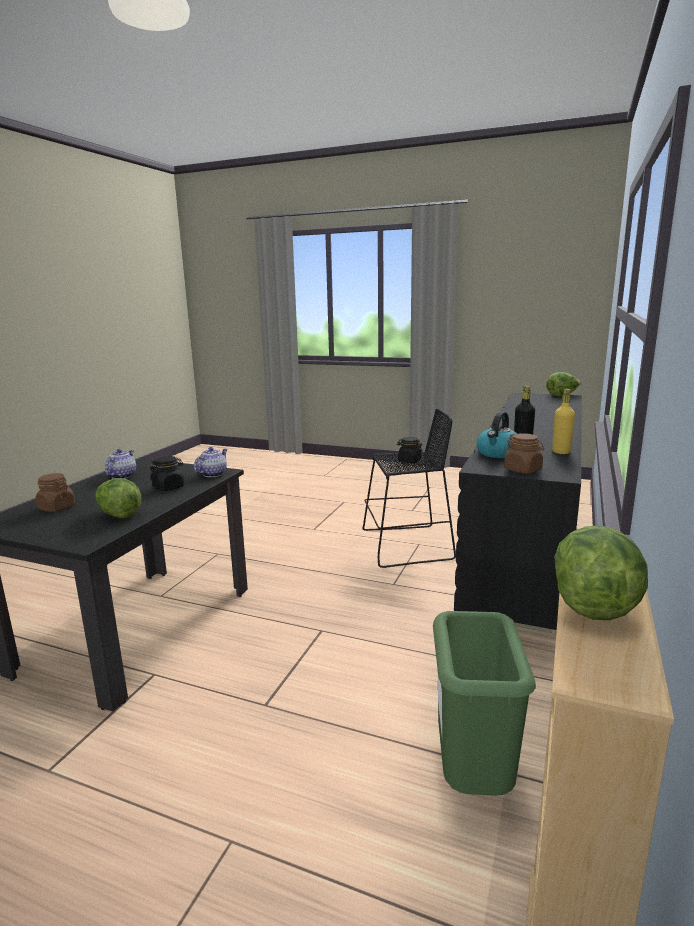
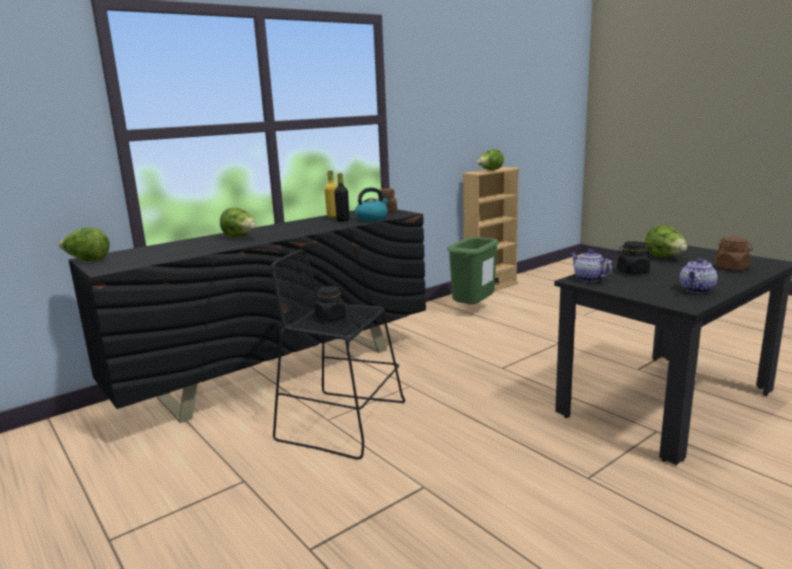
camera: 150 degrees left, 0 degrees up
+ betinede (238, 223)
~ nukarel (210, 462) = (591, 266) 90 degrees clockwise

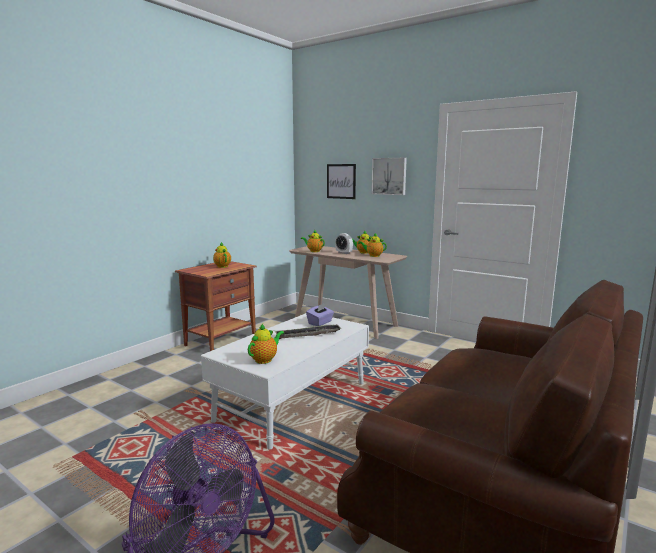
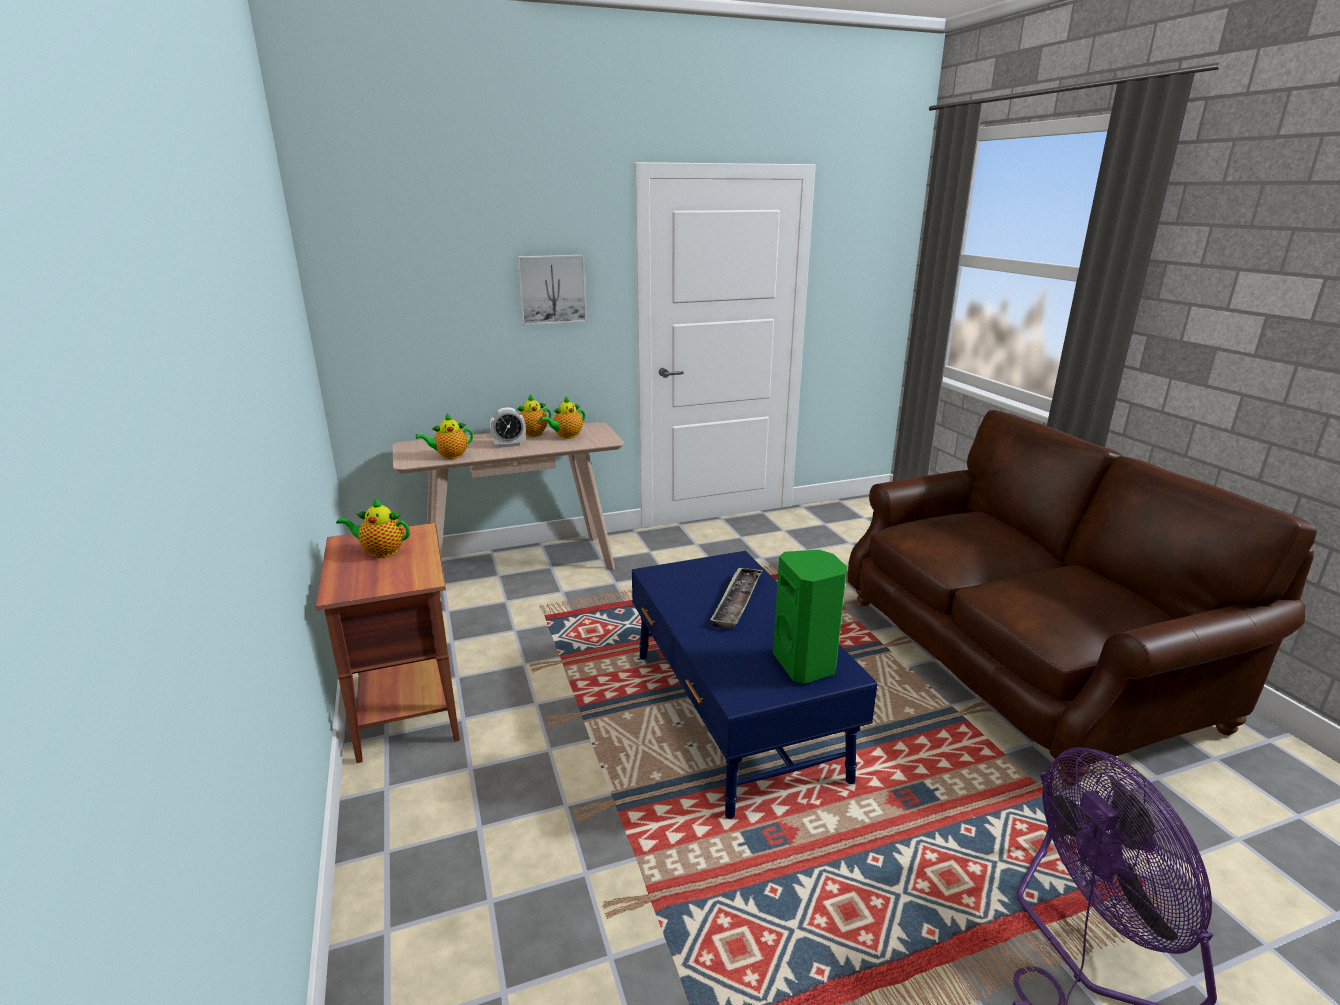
camera: 55 degrees left, 10 degrees up
- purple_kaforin (320, 314)
- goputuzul (341, 181)
~ nukarel (266, 344) to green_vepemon (810, 617)
~ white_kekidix (285, 381) to blue_kekidix (755, 685)

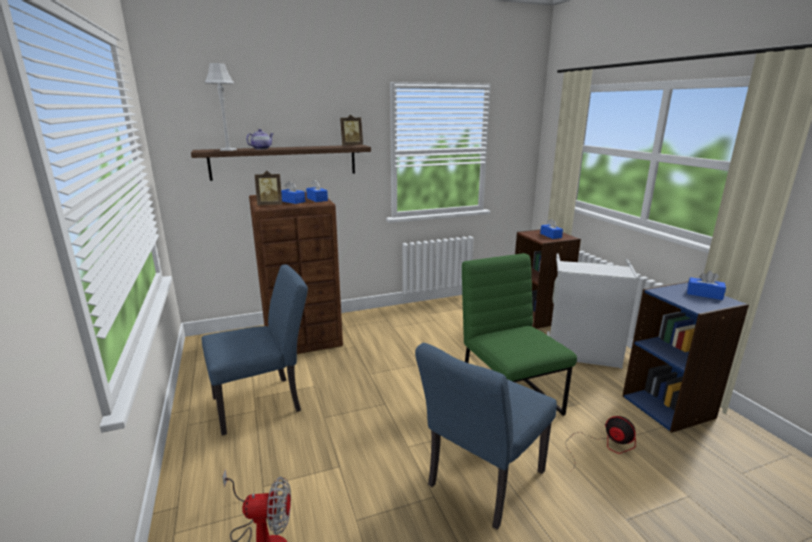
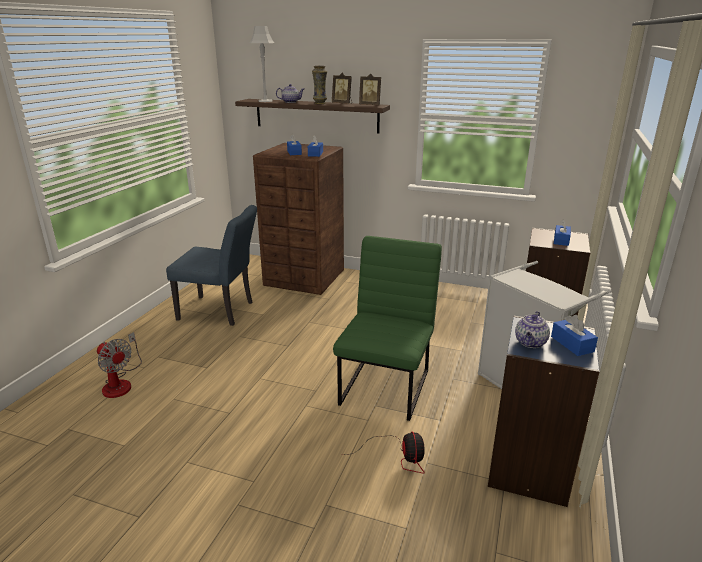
camera: 40 degrees right, 5 degrees up
- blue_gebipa (486, 436)
+ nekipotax (319, 85)
+ nukarel (532, 329)
~ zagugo (268, 188) to (342, 88)

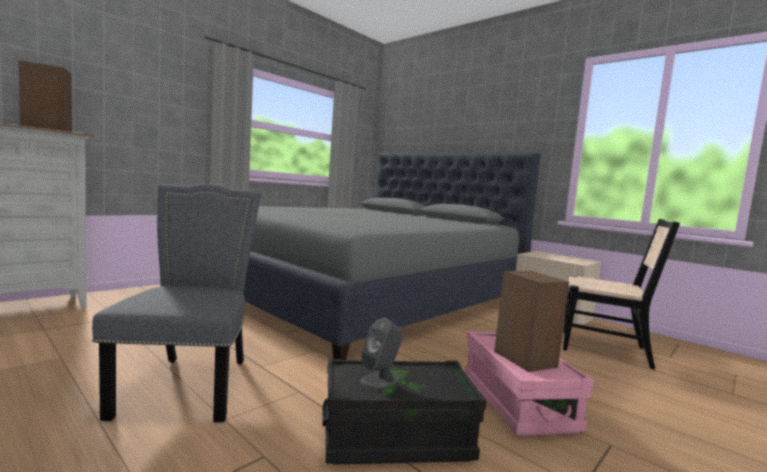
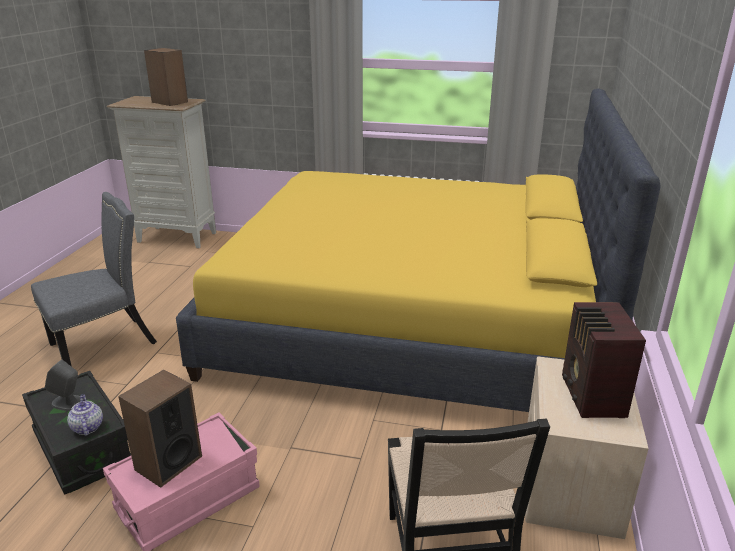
camera: 60 degrees right, 20 degrees up
+ nukarel (85, 415)
+ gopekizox (604, 360)
~ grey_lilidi (392, 256) to yellow_lilidi (418, 250)

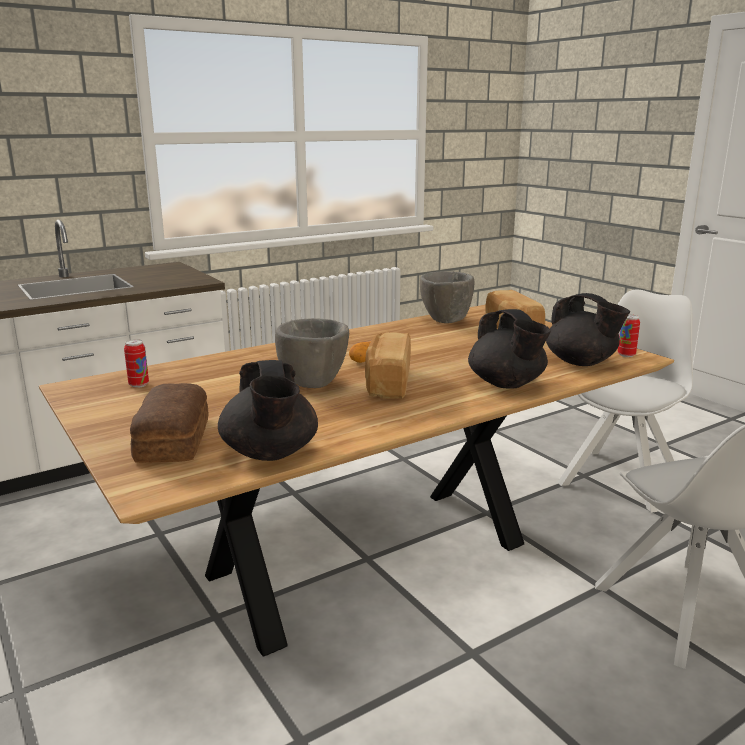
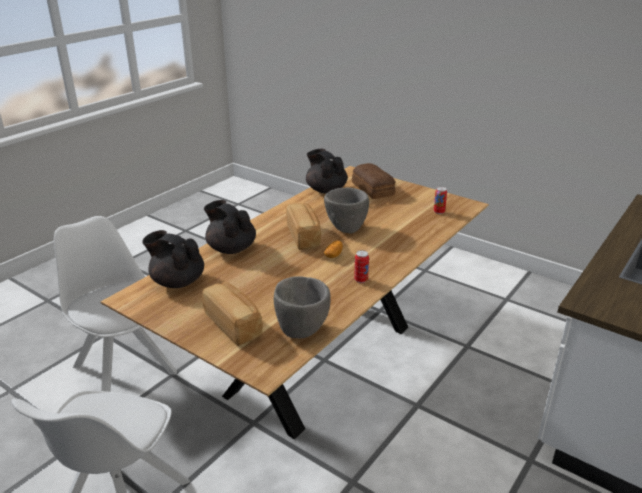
camera: 160 degrees right, 10 degrees up
~ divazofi (629, 335) to (361, 266)

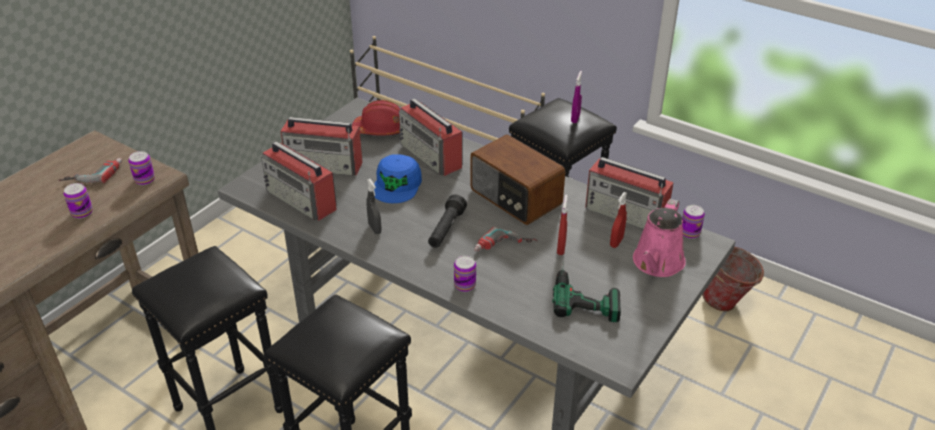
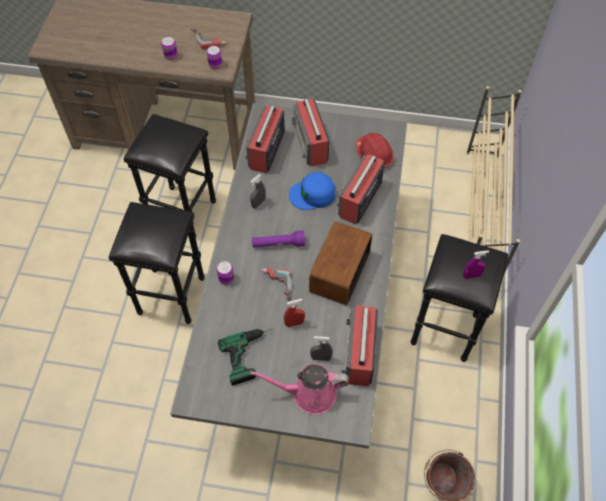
camera: 65 degrees right, 20 degrees up
- divazofi (693, 222)
~ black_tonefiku (447, 221) to purple_tonefiku (278, 238)
~ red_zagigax (618, 220) to grey_zagigax (321, 348)

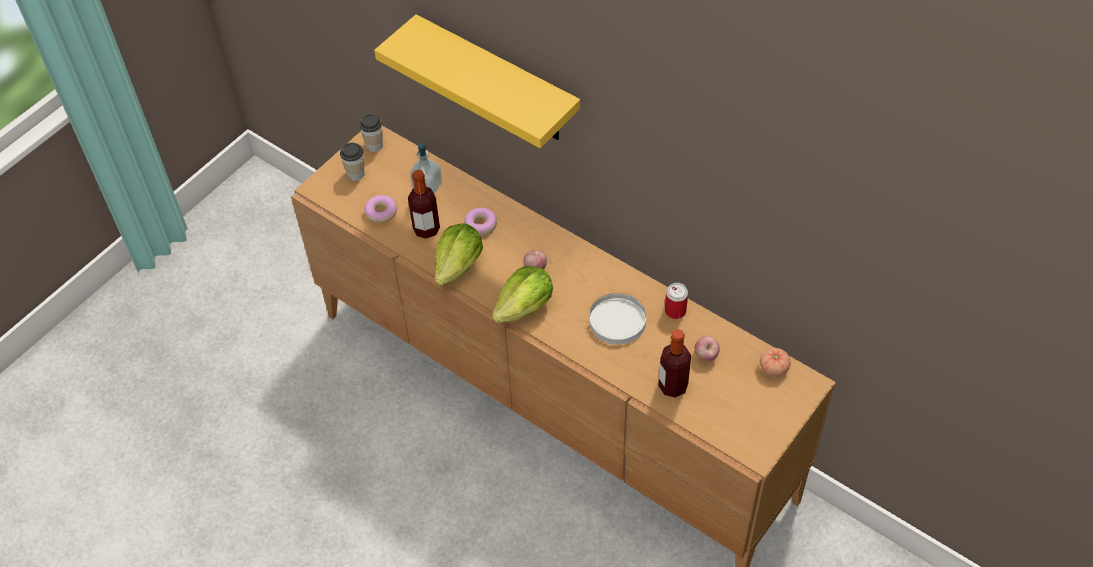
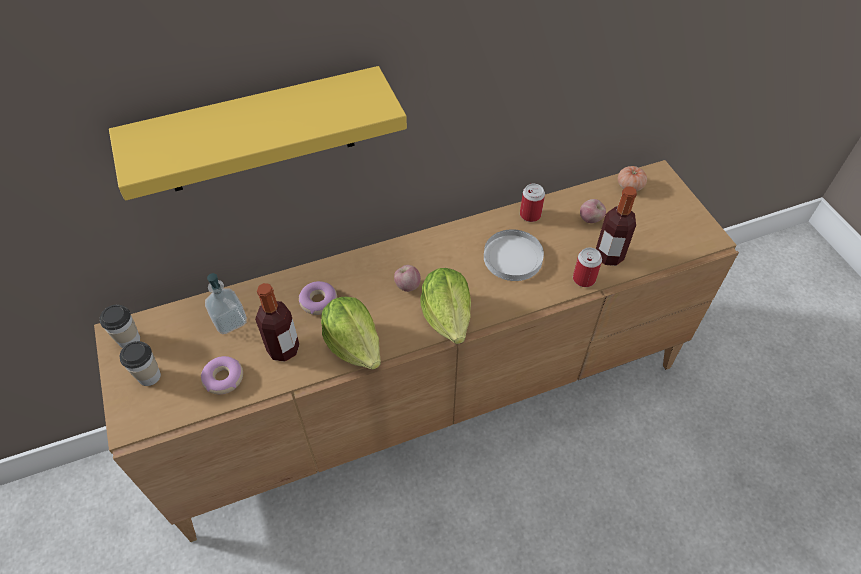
camera: 60 degrees left, 0 degrees up
+ divazofi (587, 267)

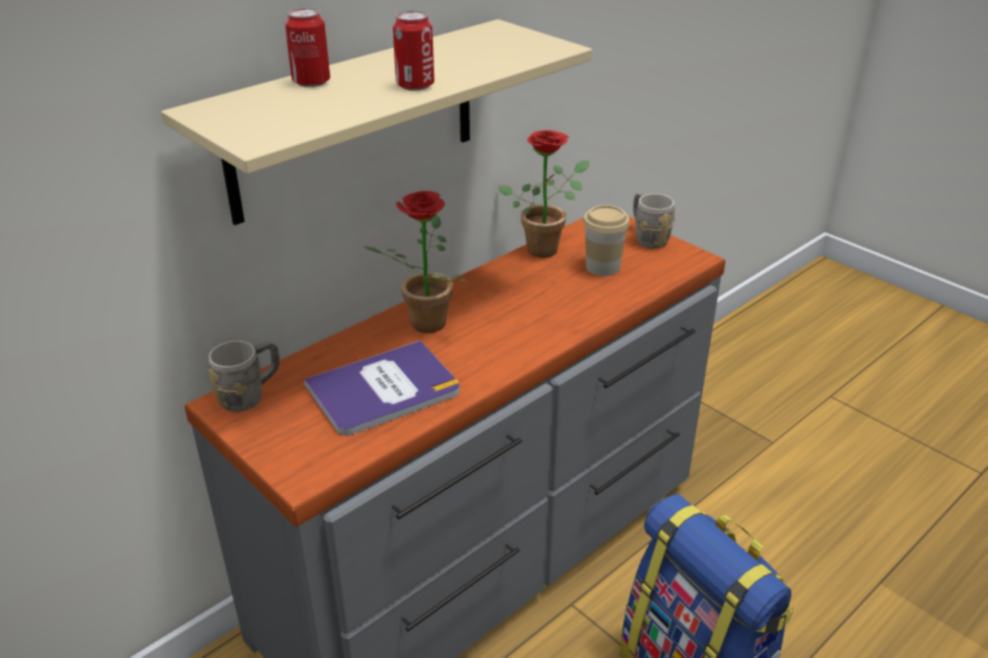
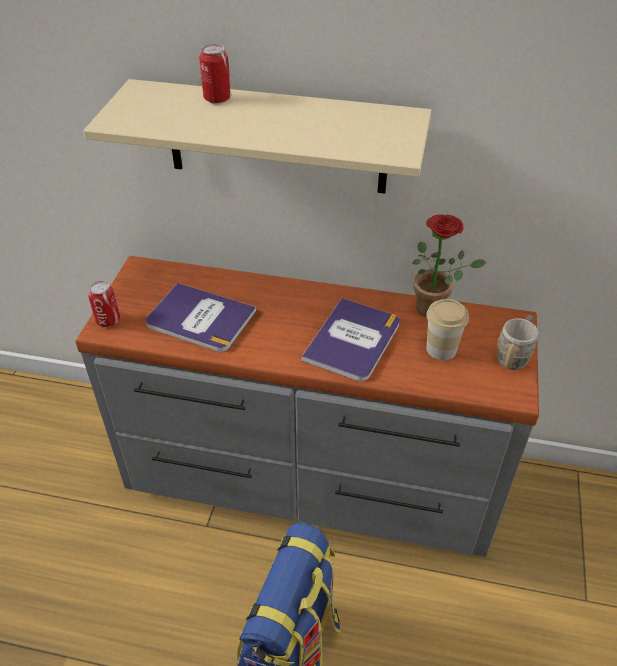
camera: 55 degrees right, 10 degrees up
- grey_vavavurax (244, 376)
- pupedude (415, 262)
+ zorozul (350, 340)
~ divazofi (413, 51) to (104, 304)

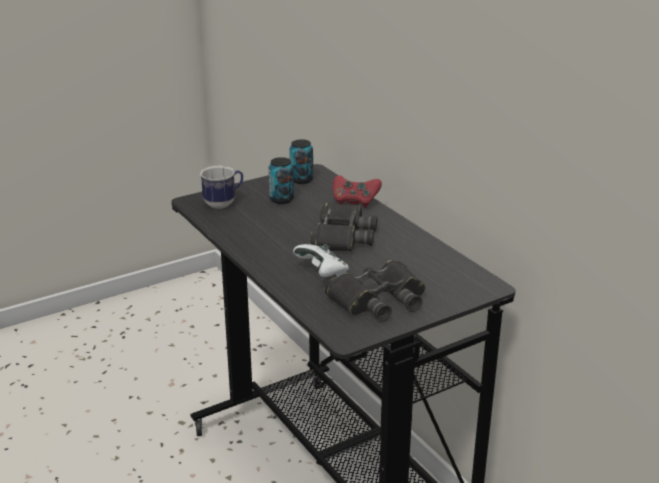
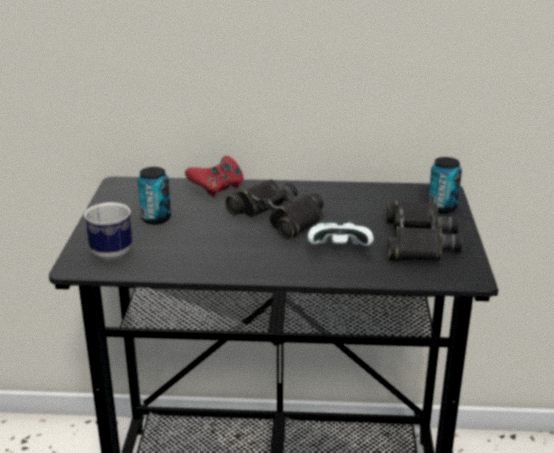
camera: 55 degrees left, 0 degrees up
~ divazofi (301, 161) to (445, 185)

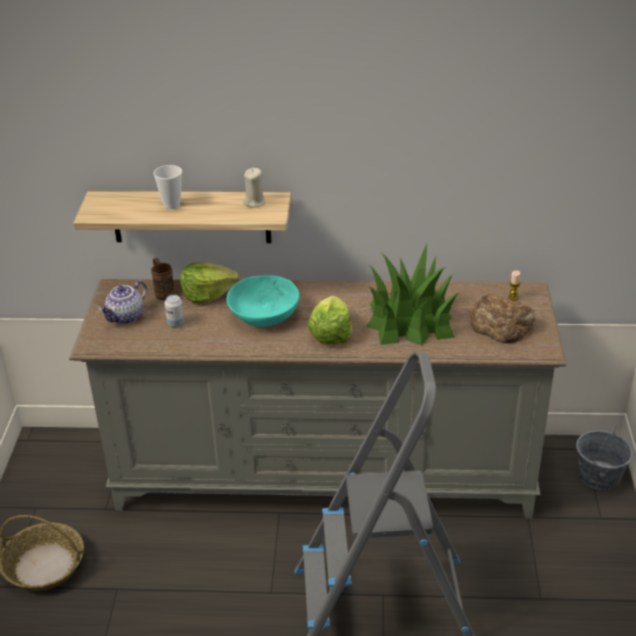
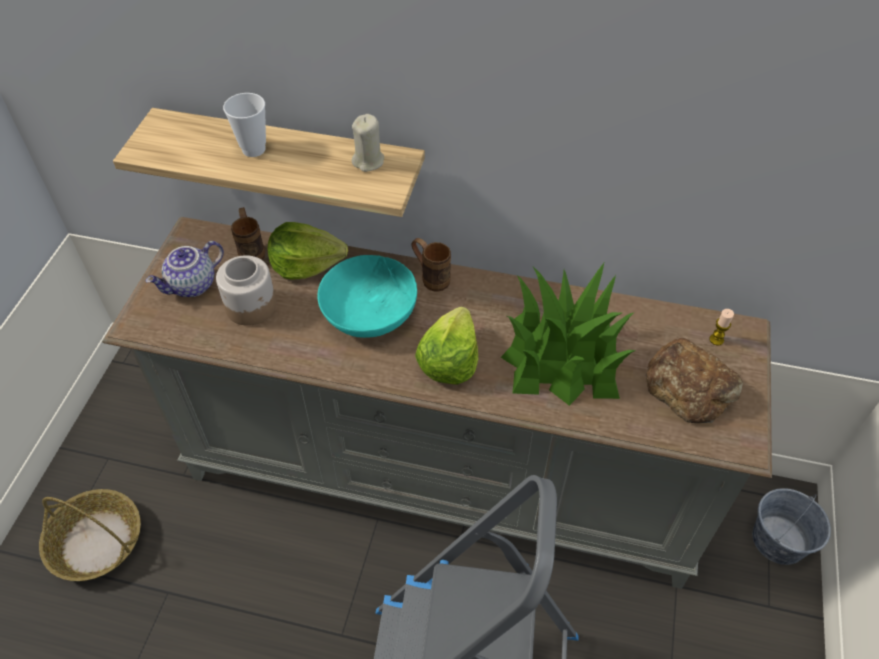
camera: 10 degrees right, 15 degrees up
+ brown_vavavurax (431, 265)
~ divazofi (174, 311) to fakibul (246, 290)

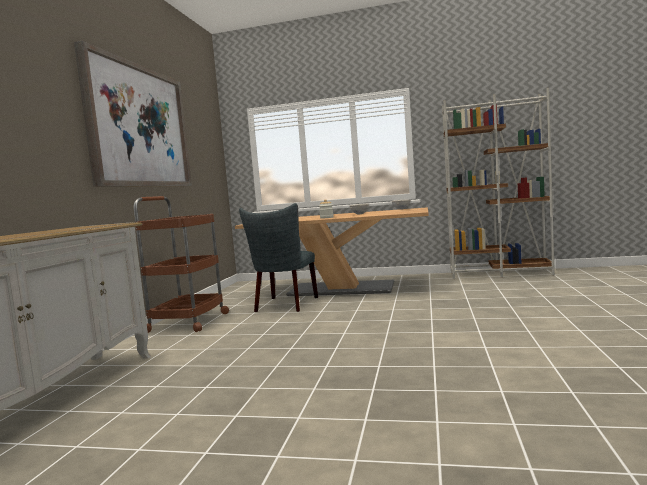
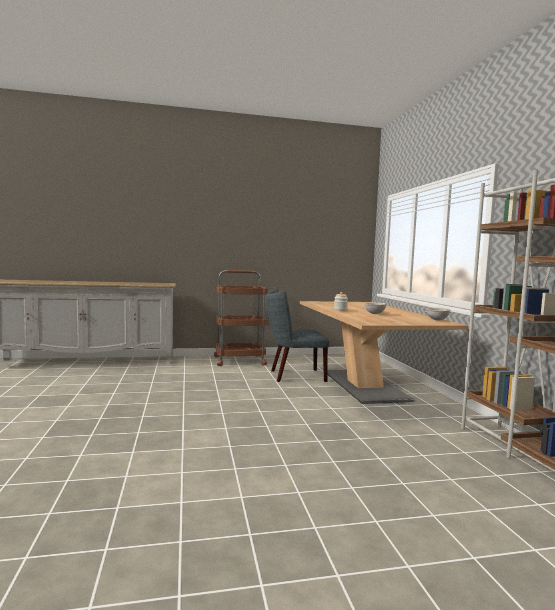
camera: 65 degrees right, 0 degrees up
- goputuzul (133, 114)

